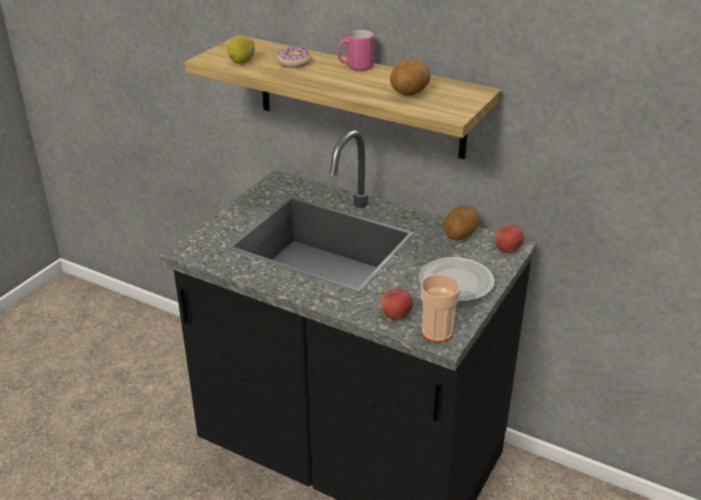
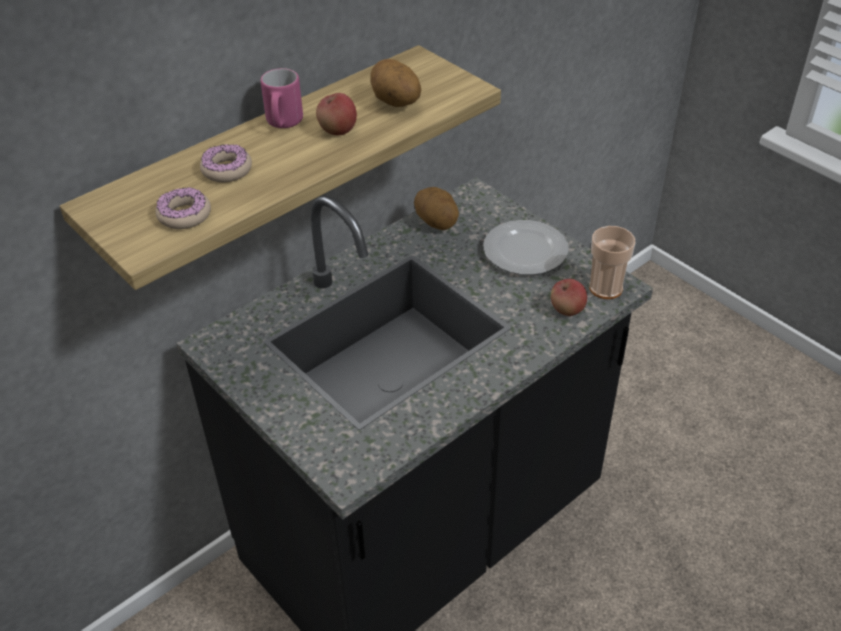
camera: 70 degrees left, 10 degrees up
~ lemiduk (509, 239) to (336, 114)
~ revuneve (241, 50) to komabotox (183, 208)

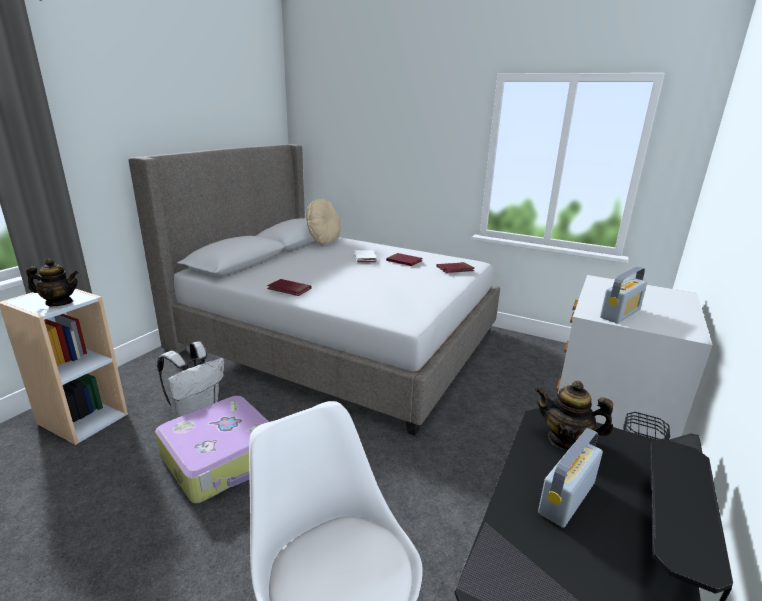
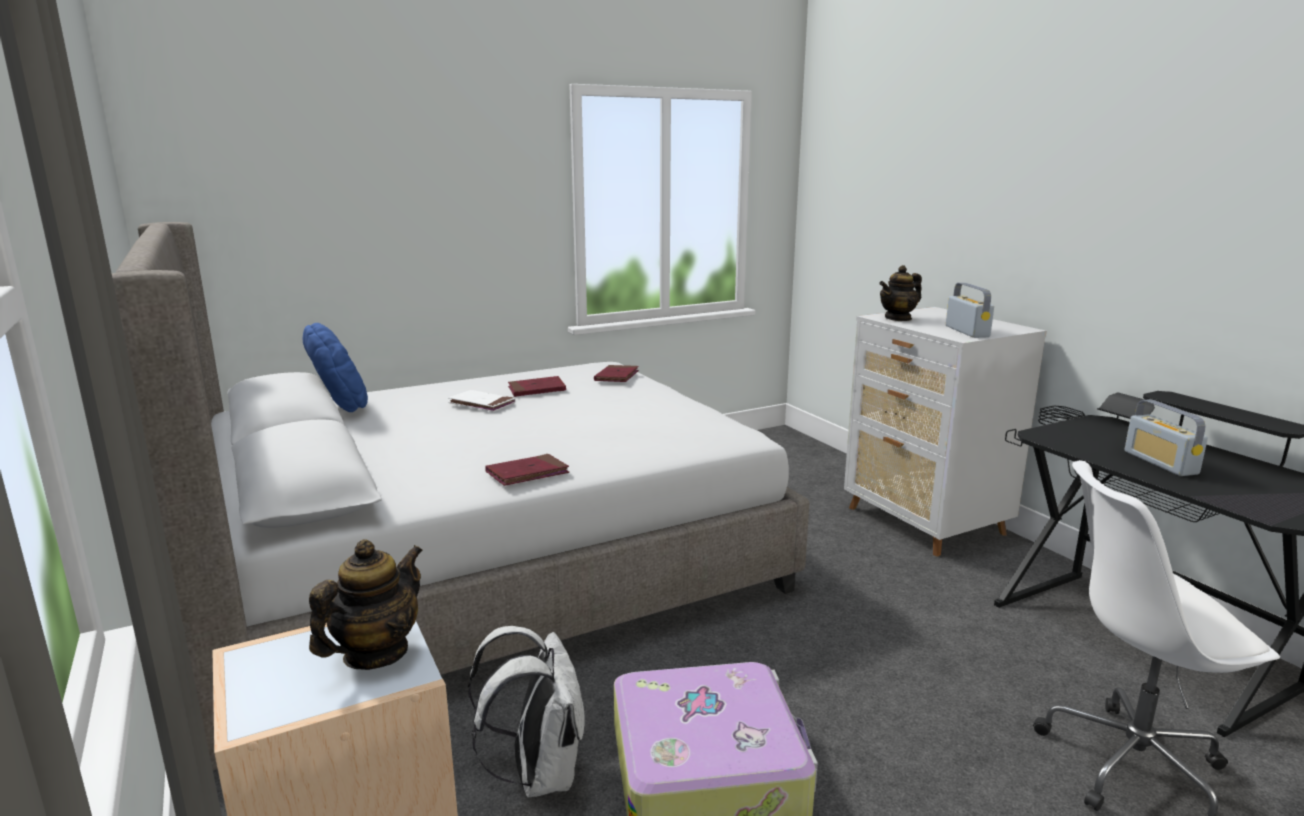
camera: 55 degrees left, 5 degrees down
~ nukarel (574, 416) to (900, 293)
~ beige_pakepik (323, 222) to blue_pakepik (335, 367)

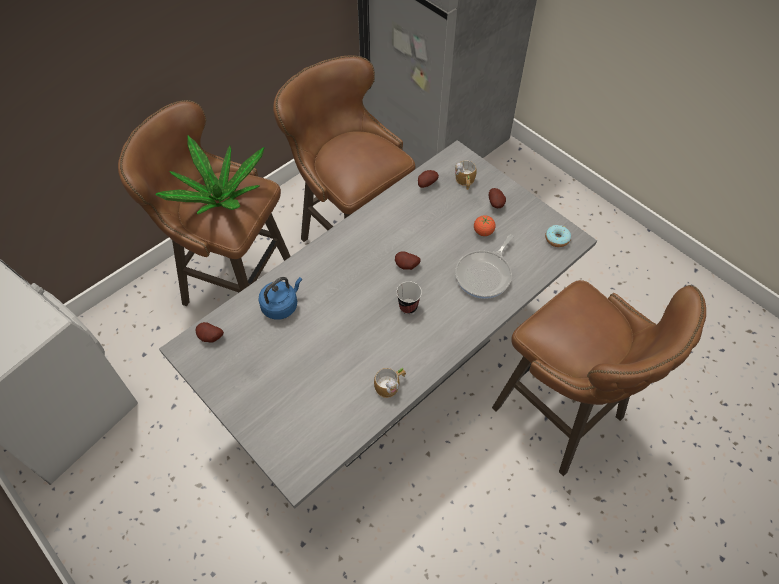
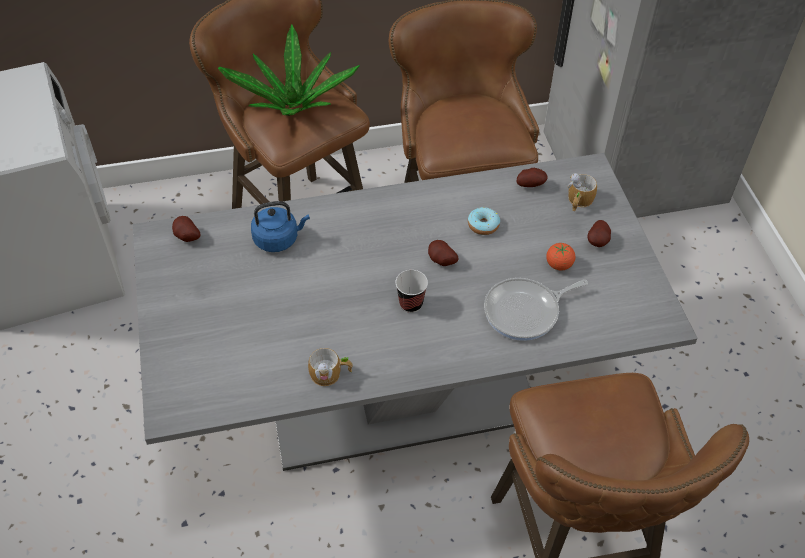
camera: 30 degrees right, 5 degrees down
~ komabotox (558, 236) to (484, 221)

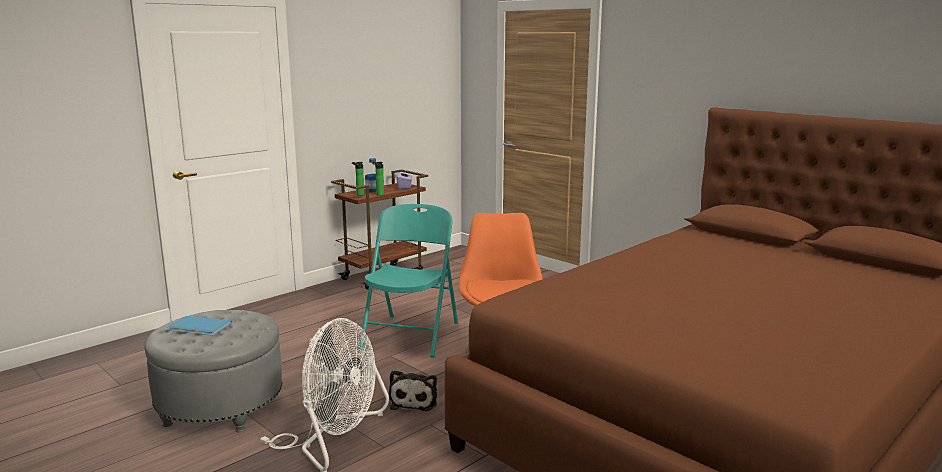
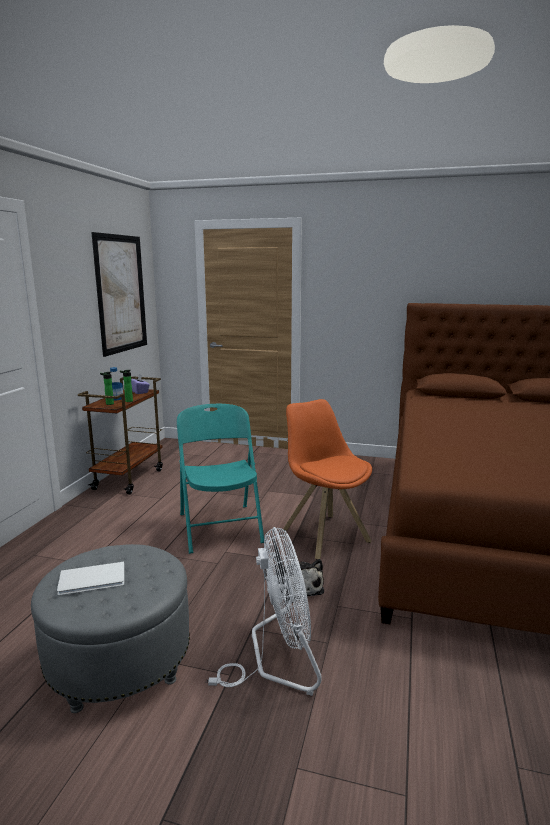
camera: 30 degrees left, 0 degrees up
+ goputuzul (119, 294)
~ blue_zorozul (200, 326) to white_zorozul (90, 579)

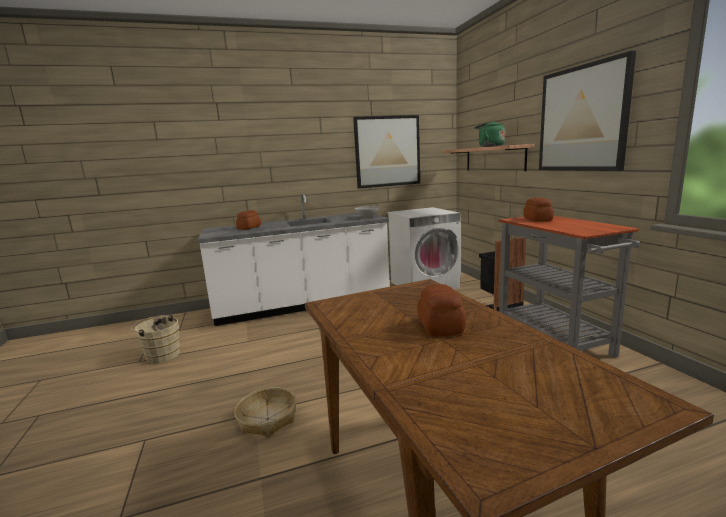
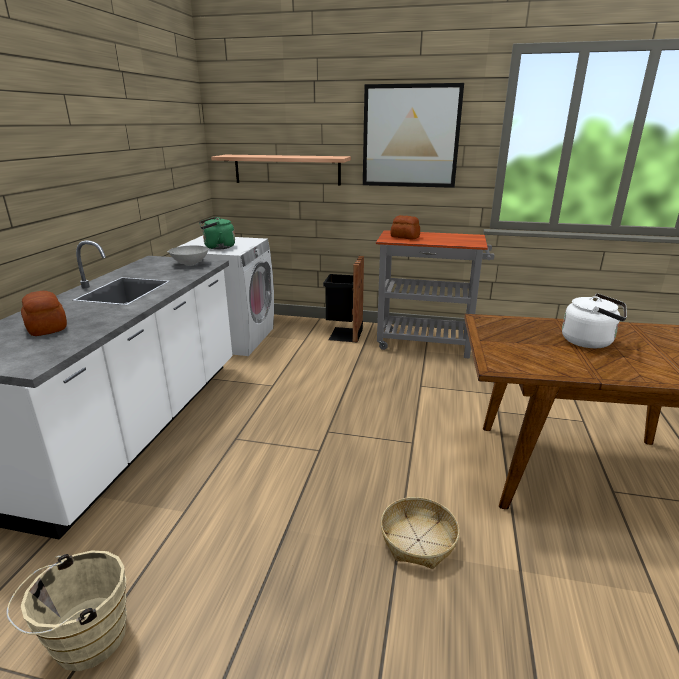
camera: 60 degrees left, 10 degrees up
- goputuzul (386, 152)
~ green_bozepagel (489, 134) to (217, 233)
~ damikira (441, 310) to white_bozepagel (594, 320)

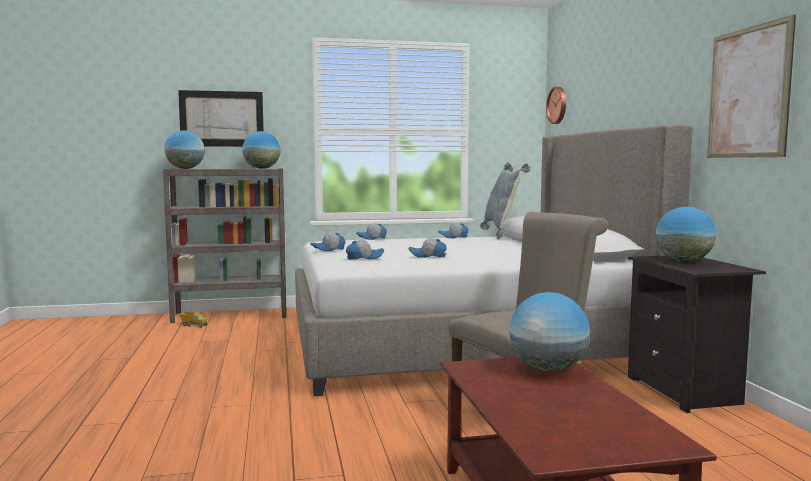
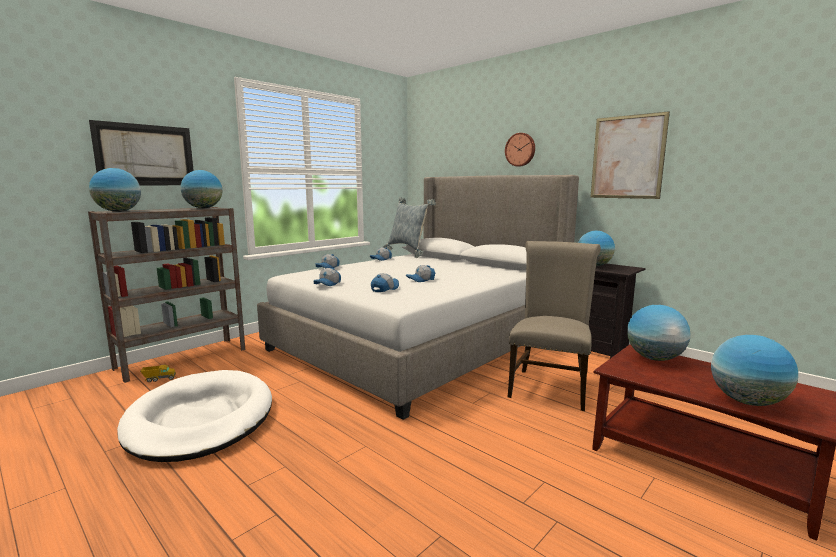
camera: 35 degrees left, 5 degrees up
+ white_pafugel (194, 416)
+ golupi (754, 370)
~ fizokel (556, 105) to (520, 150)

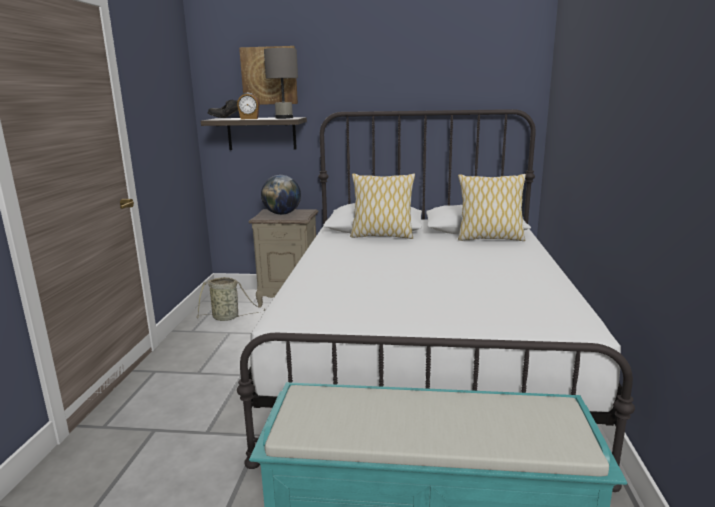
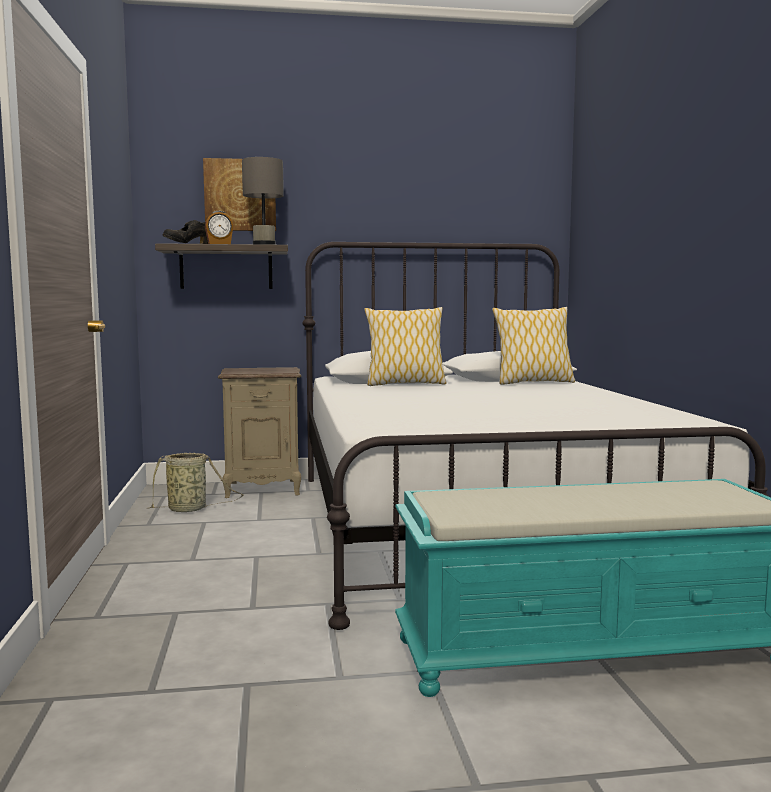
camera: 15 degrees left, 10 degrees down
- golupi (281, 195)

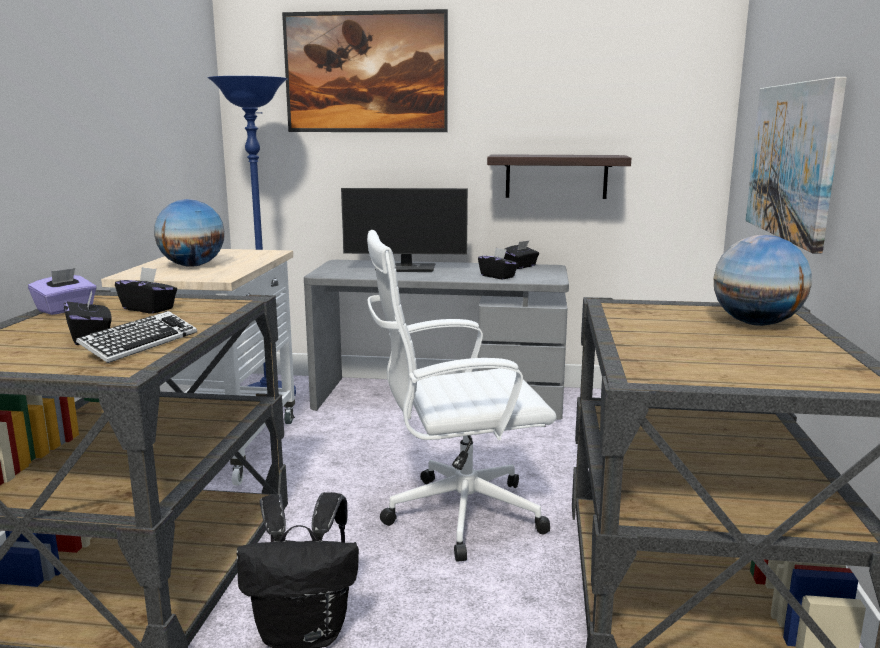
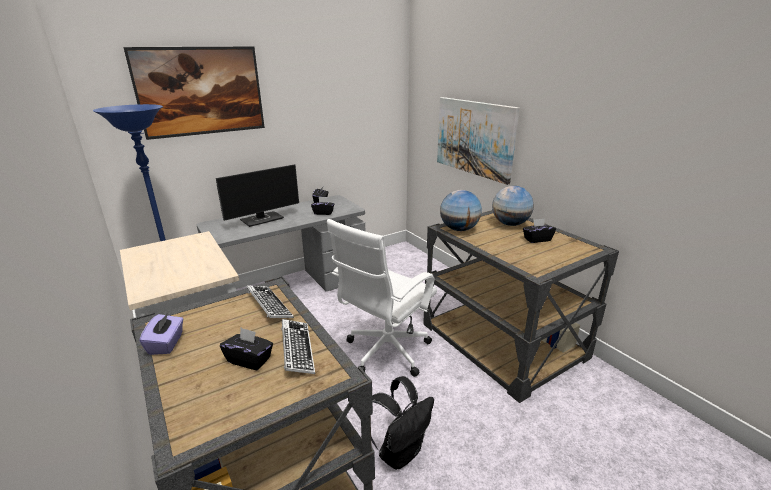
camera: 40 degrees left, 10 degrees up
- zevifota (559, 176)
+ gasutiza (270, 301)
~ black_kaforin (146, 290) to (539, 230)
~ golupi (189, 233) to (461, 210)

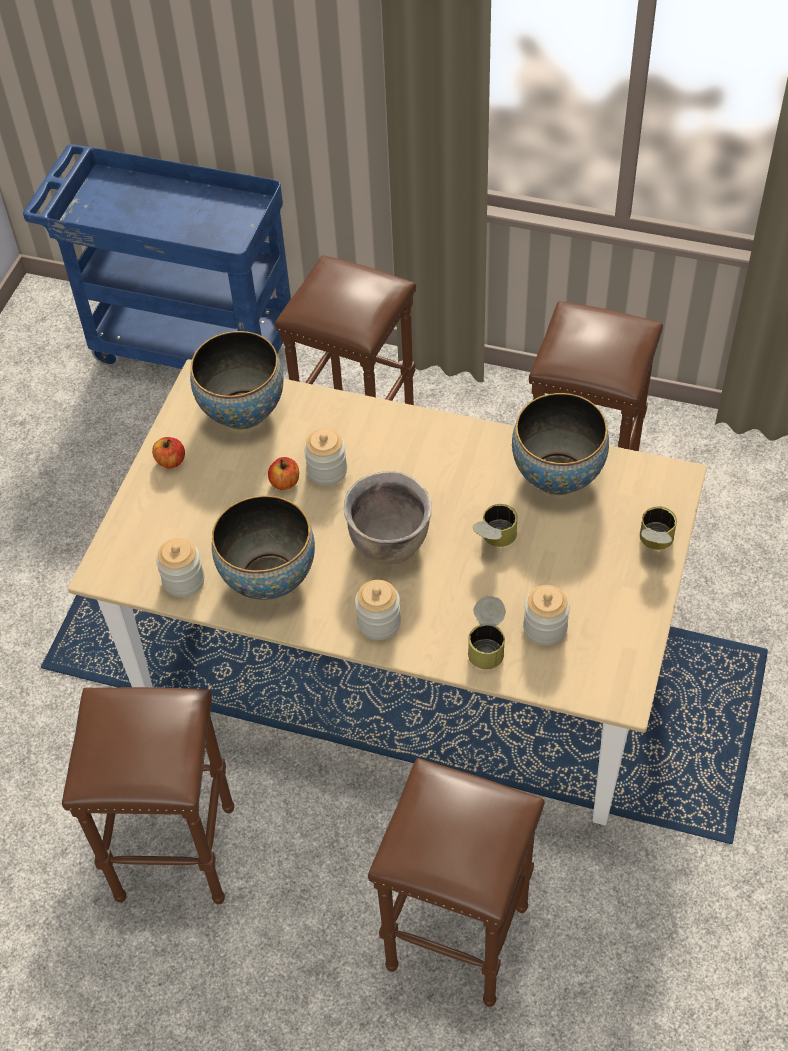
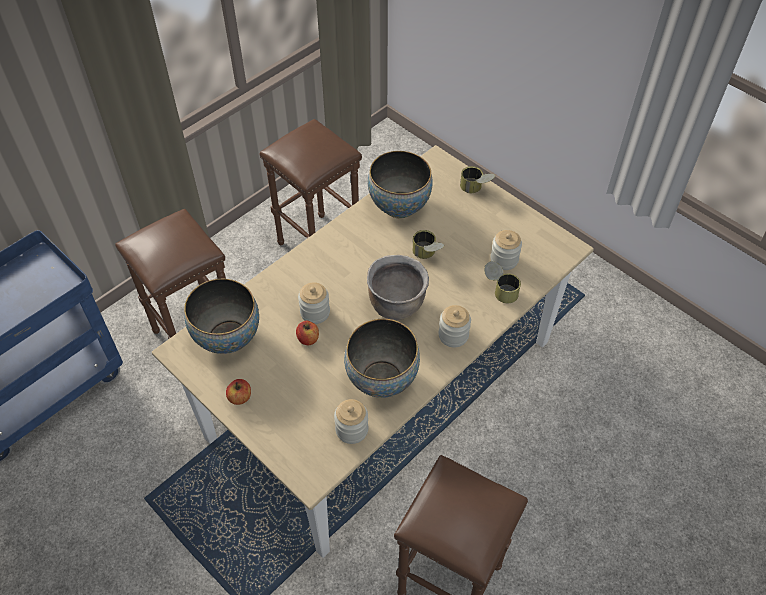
camera: 65 degrees left, 0 degrees up
- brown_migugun (456, 882)

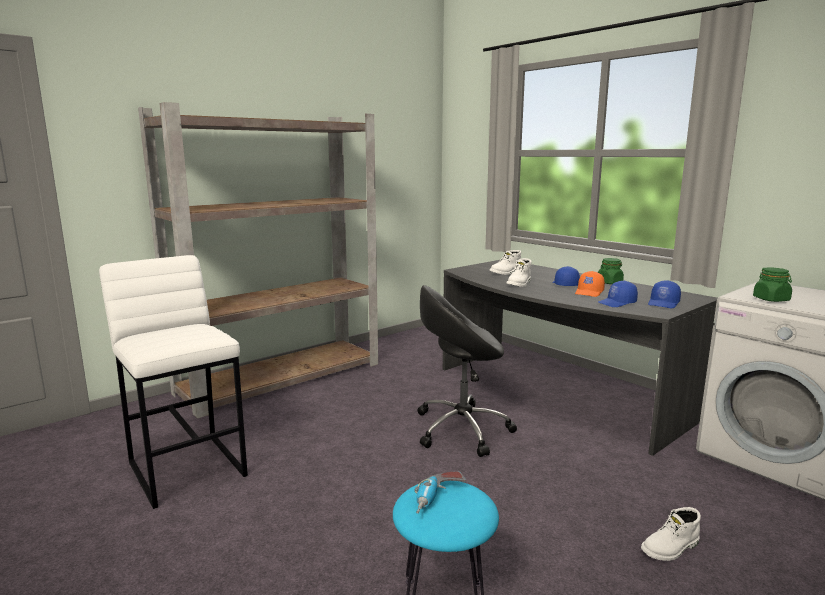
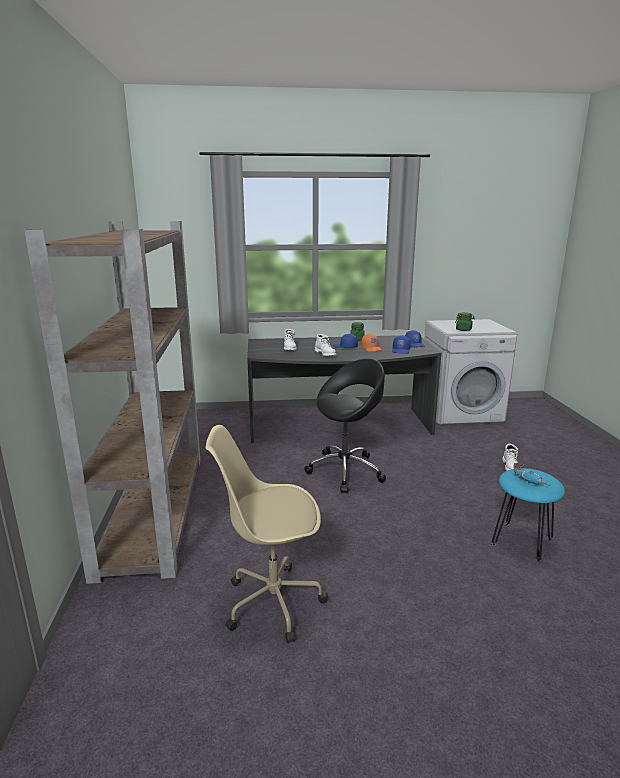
camera: 55 degrees left, 5 degrees up
~ white_migugun (173, 382) to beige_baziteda (266, 534)
~ black_baziteda (467, 371) = (345, 425) 135 degrees counterclockwise

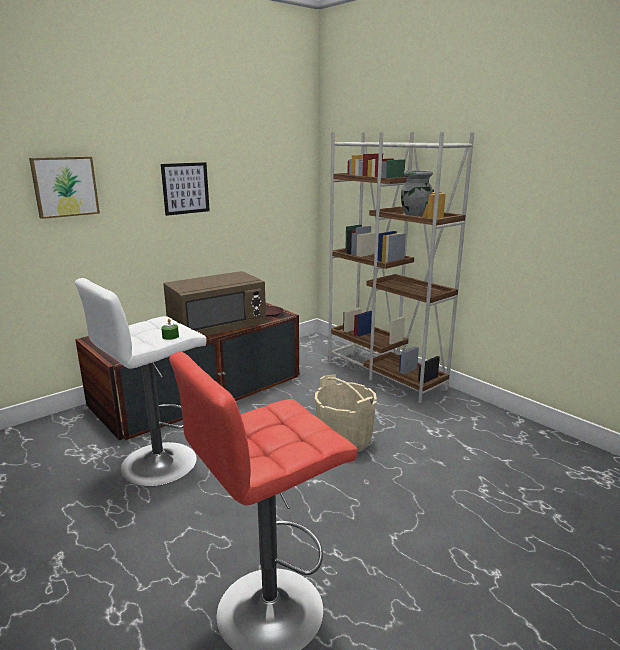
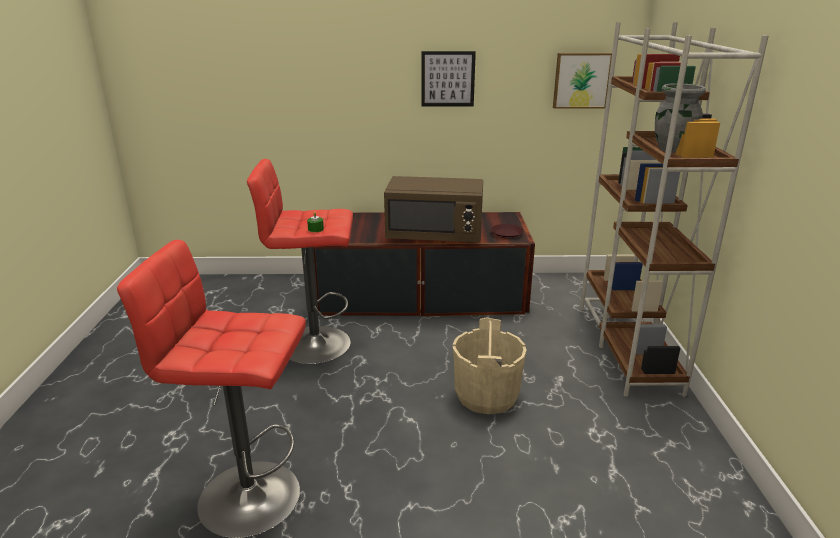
camera: 40 degrees right, 5 degrees up
~ goputuzul (64, 187) to (582, 81)
~ white_migugun (140, 382) to red_migugun (300, 261)

